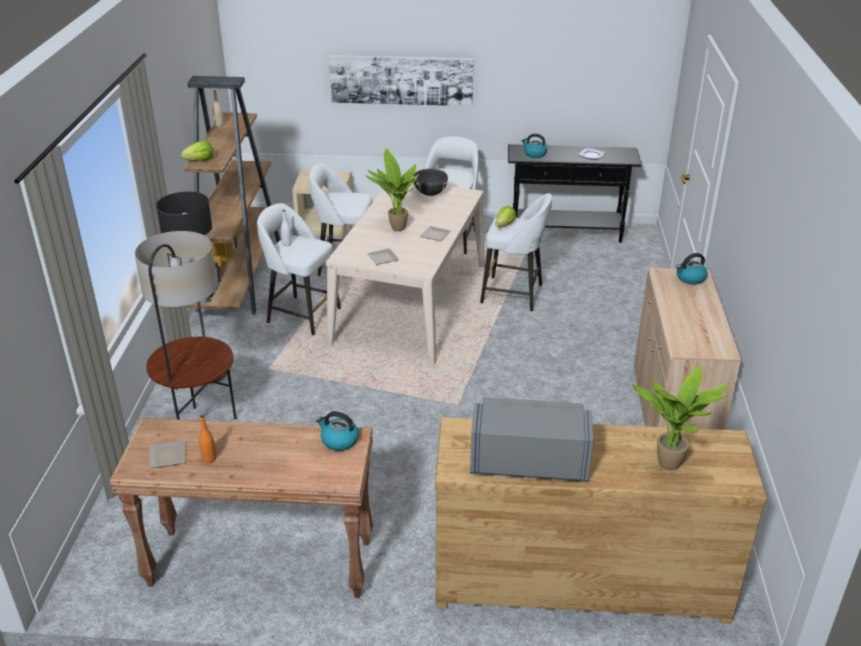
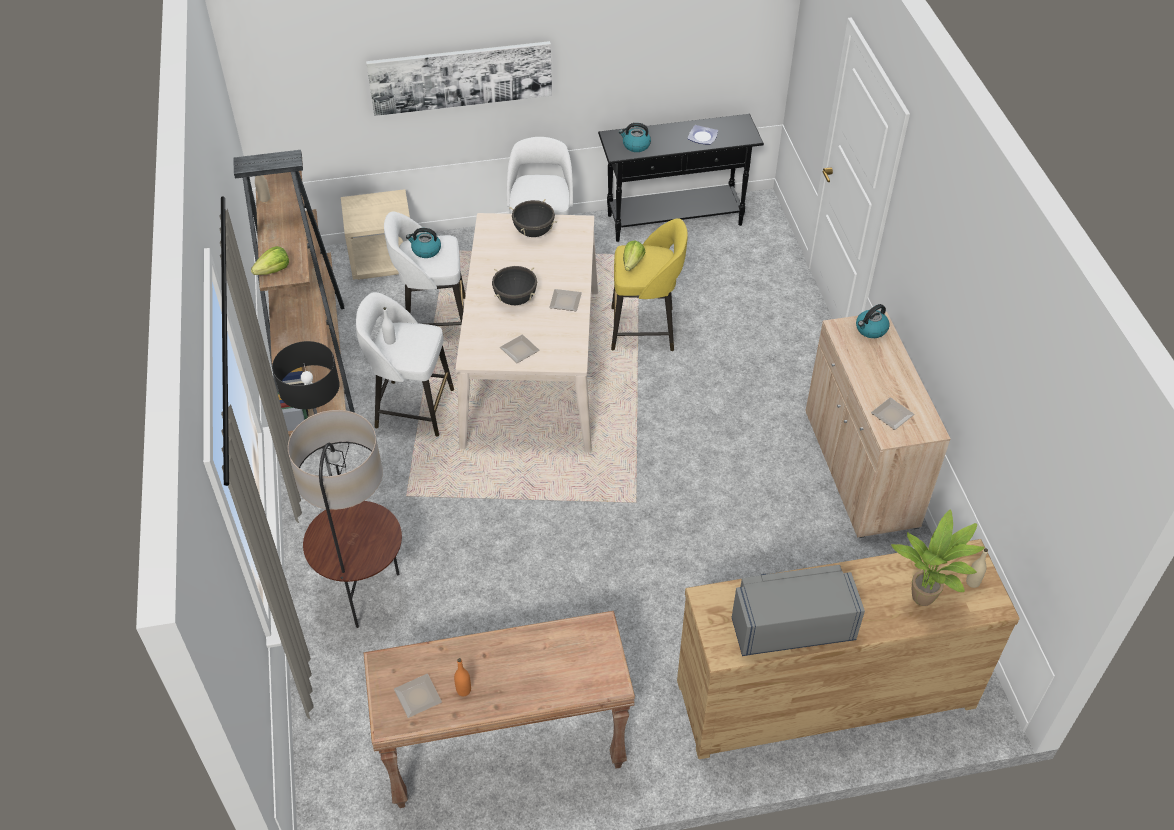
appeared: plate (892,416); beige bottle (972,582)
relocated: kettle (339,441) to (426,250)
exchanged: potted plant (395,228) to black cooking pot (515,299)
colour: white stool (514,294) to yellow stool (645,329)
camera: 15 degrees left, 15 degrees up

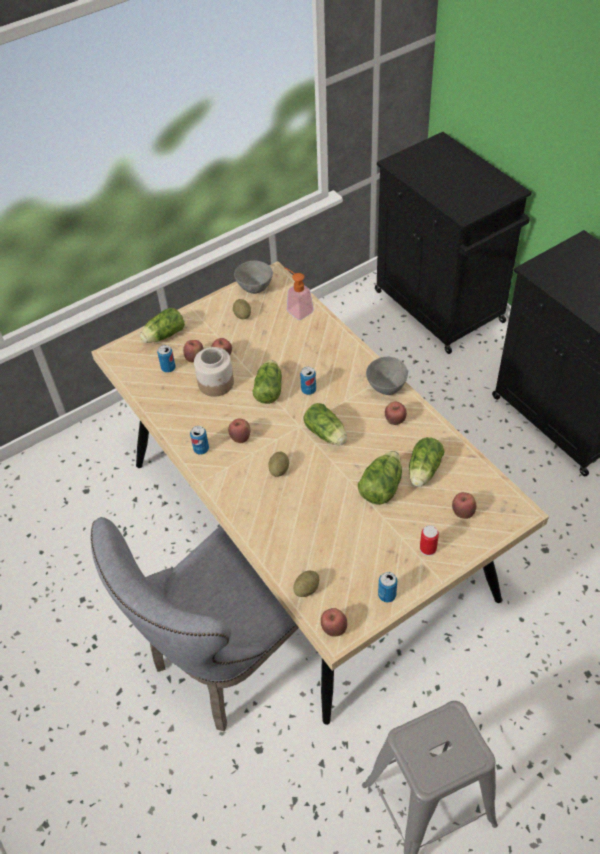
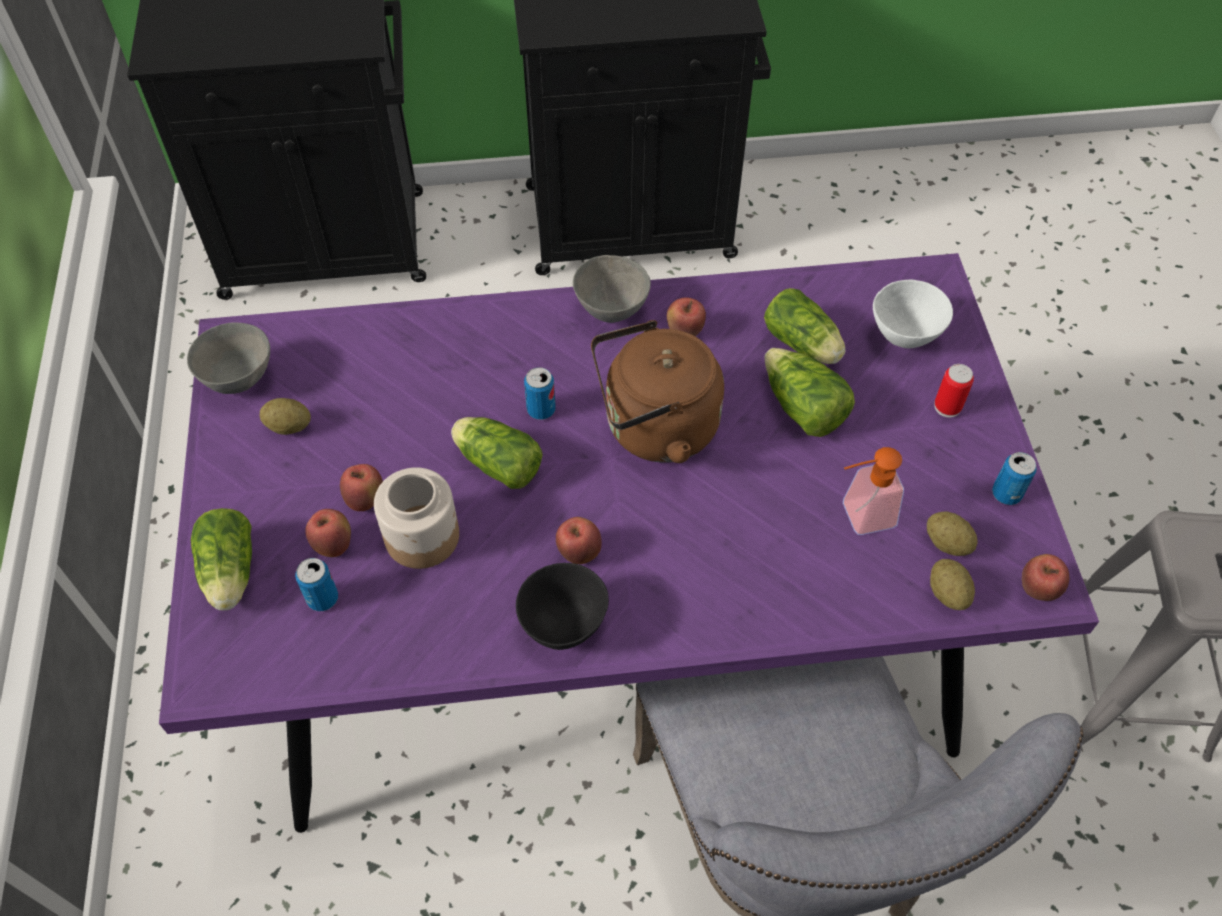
relocated: potato (279,470) to (947,543); soap dispenser (297,309) to (859,517)
exchanged: can (201,449) to black bowl (563,625); lettuce (327,434) to brown kettle (654,428); apple (463,512) to white bowl (904,337)
colour: beige dining table (308,529) to purple dining table (613,616)
camera: 65 degrees left, 5 degrees up

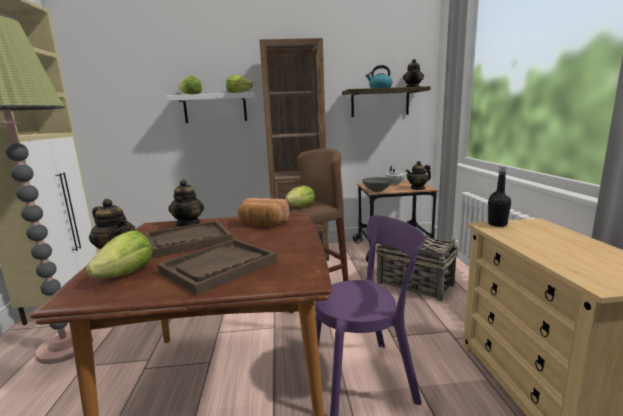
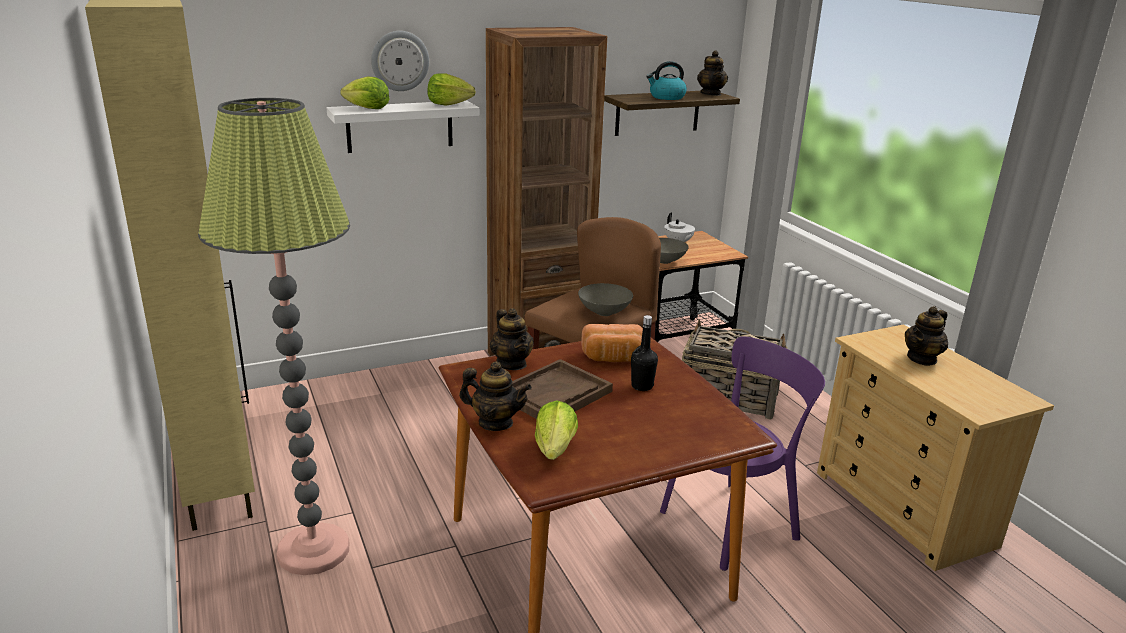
missing: brown tray (219,267)
appeared: wall clock (400,61)
relocated: teapot (418,188) to (922,359); black bottle (497,224) to (642,386)
exchanged: lettuce (300,207) to grey bowl (605,312)
camera: 20 degrees left, 10 degrees up

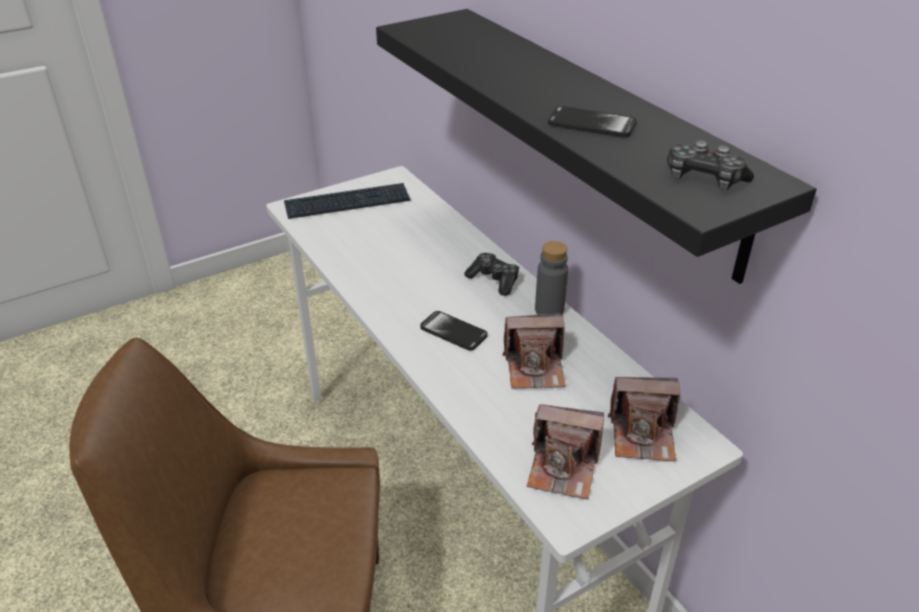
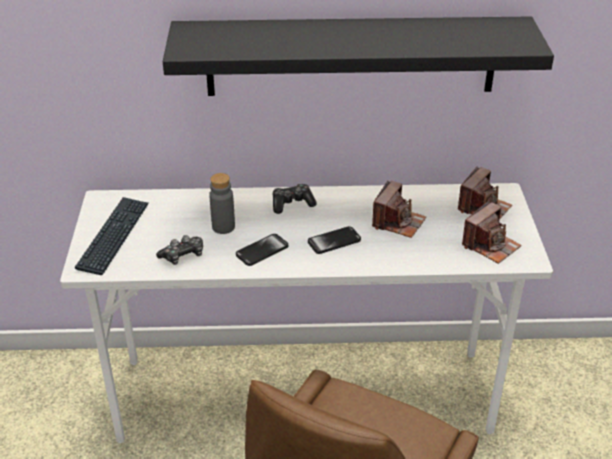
relocated: grey bottle (549,310) to (223,227); phone (591,124) to (262,251); game controller (703,179) to (183,256)
camera: 60 degrees left, 0 degrees up

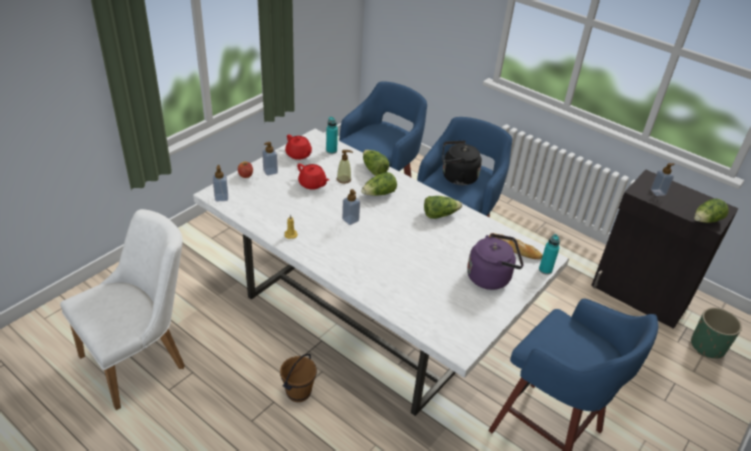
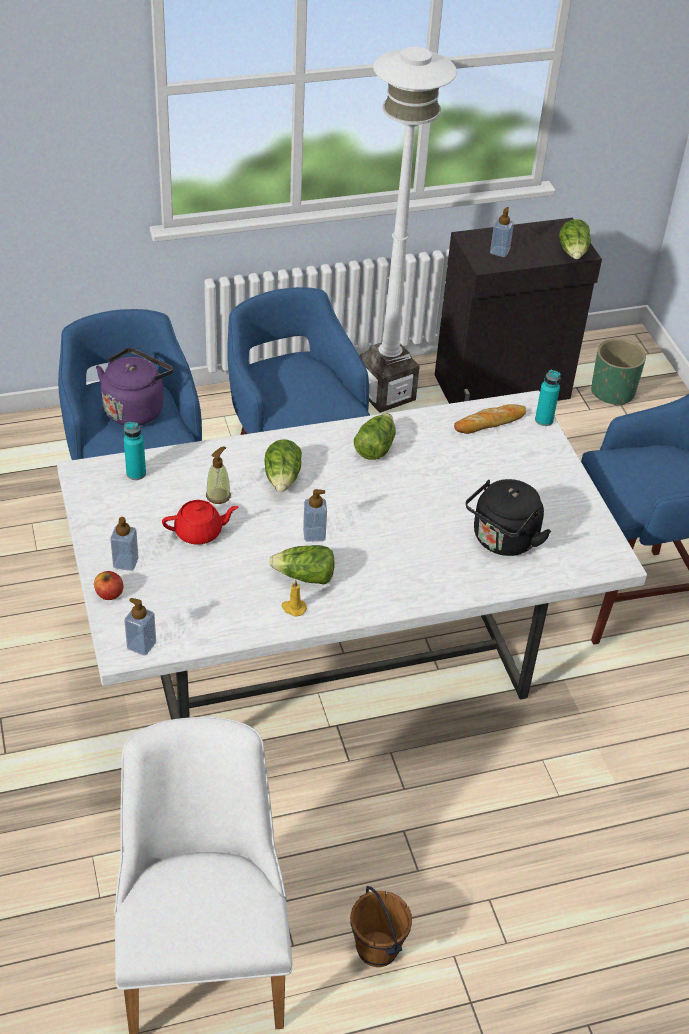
missing: red teapot (298,155)
appeared: white floor lamp (386,393)
relocated: brown bucket (298,392) to (376,949); lettuce (374,169) to (305,577); black kettle (457,177) to (502,541); purple kettle (491,277) to (135,408)
camera: 55 degrees left, 5 degrees up

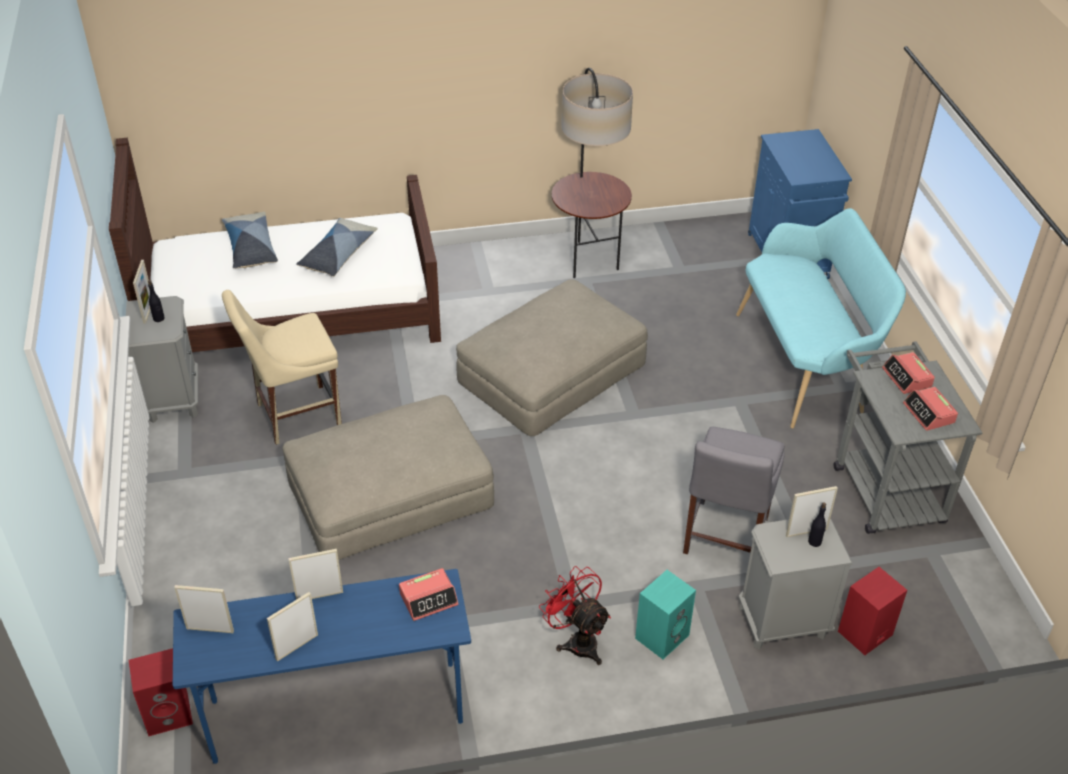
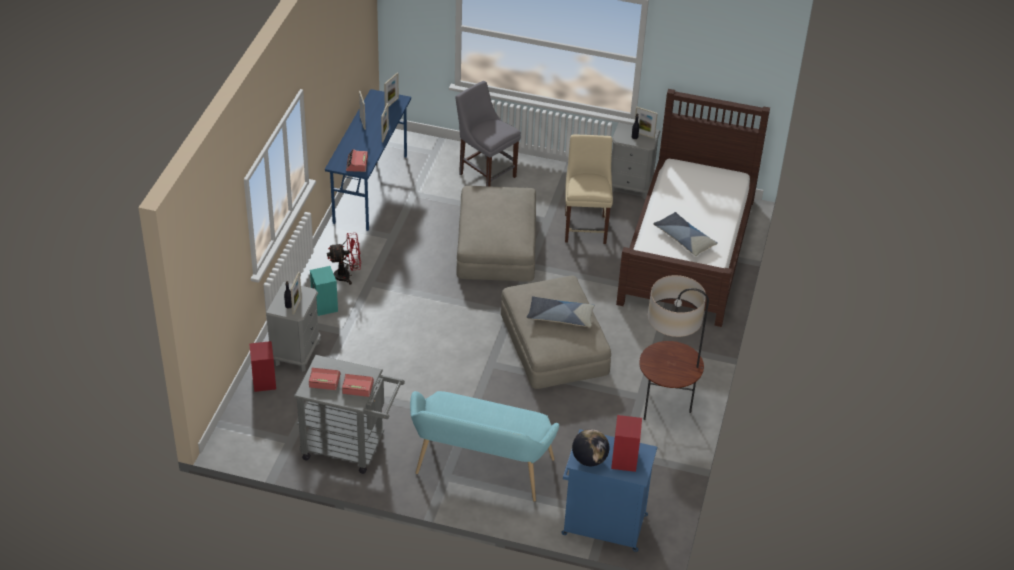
appeared: globe (589,459)
relocated: red speaker (169,713) to (625,460); pillow (250,248) to (560,317); grey chair (723,538) to (485,174)
camera: 115 degrees right, 0 degrees up

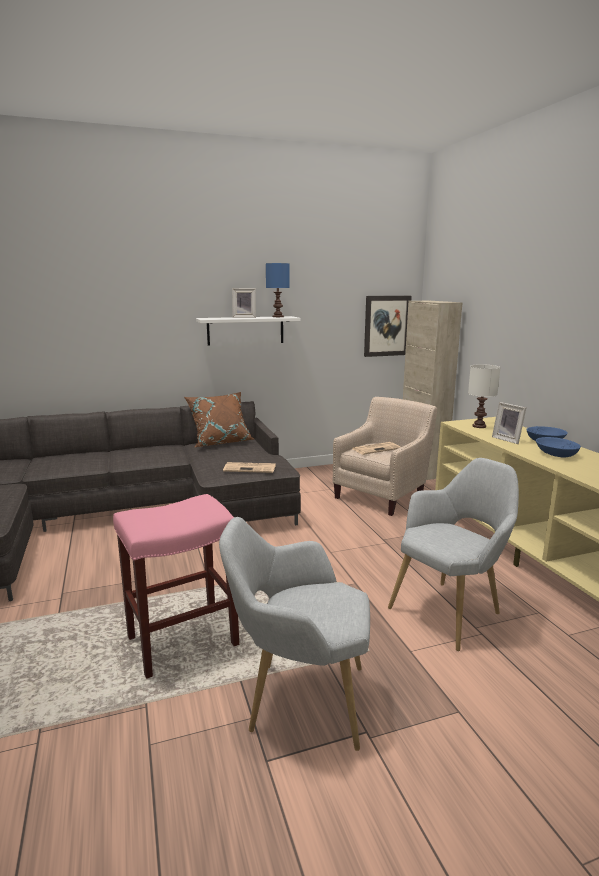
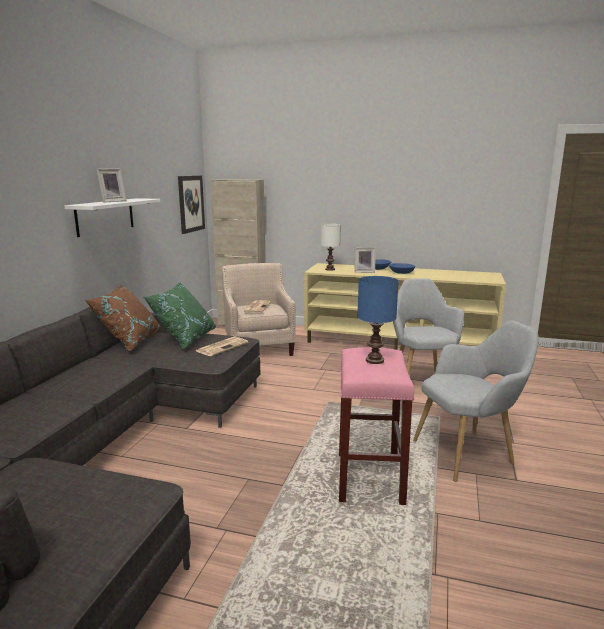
appeared: green pillow (185,339)
relocated: blue table lamp (277,317) to (375,361)
spun: grey armchair (299,700) = (469,453) 150 degrees counterclockwise
camera: 55 degrees left, 0 degrees up

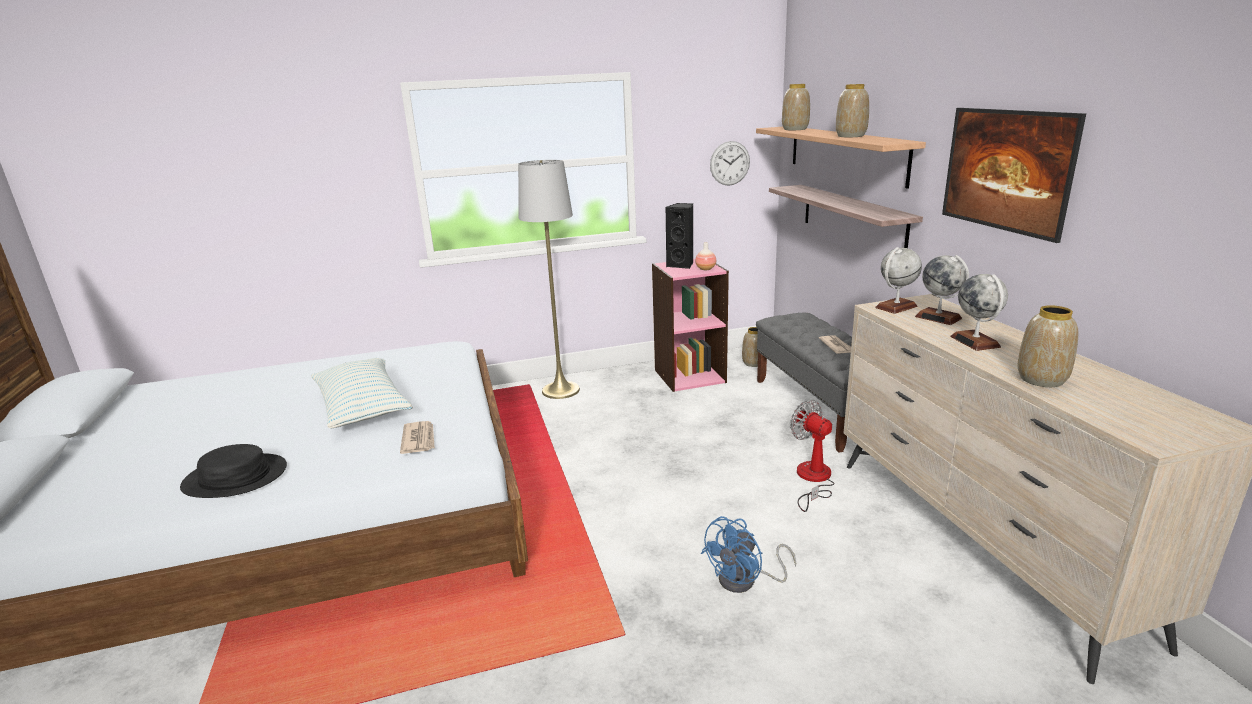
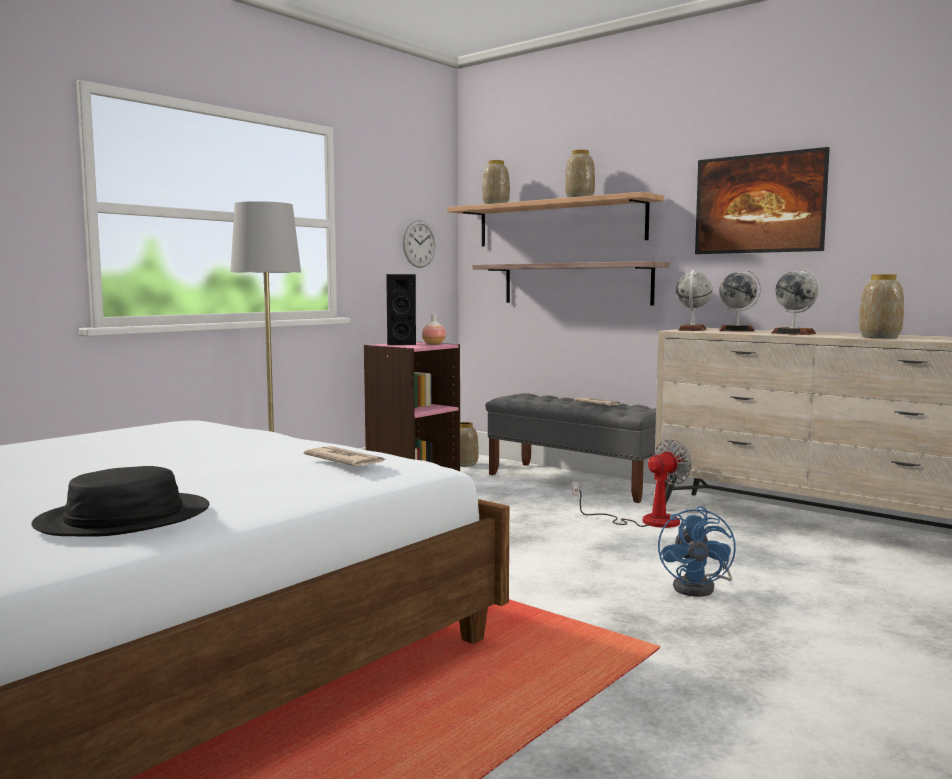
missing: pillow (362,408)
spun: fan (813,479) = (646,521) 120 degrees clockwise
camera: 35 degrees left, 15 degrees down

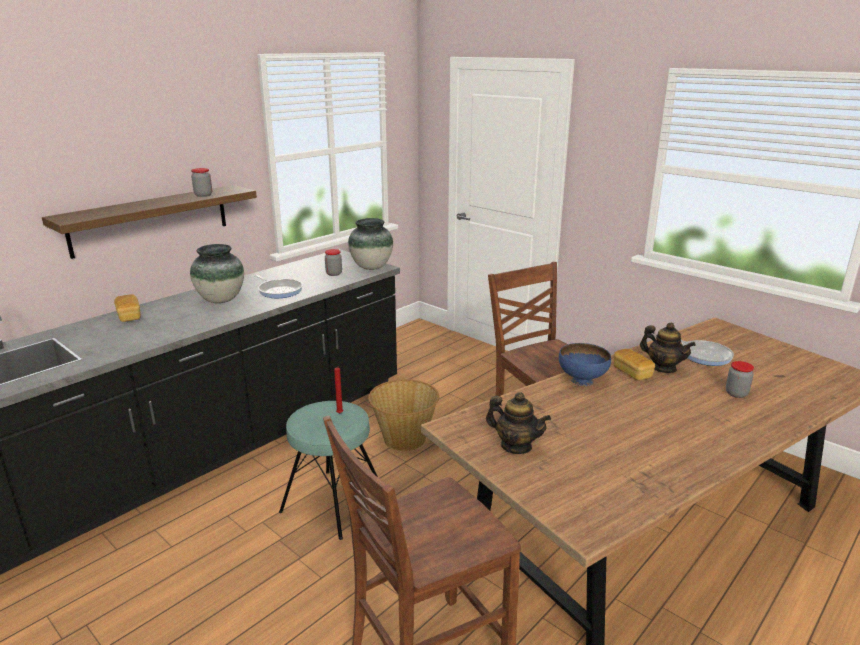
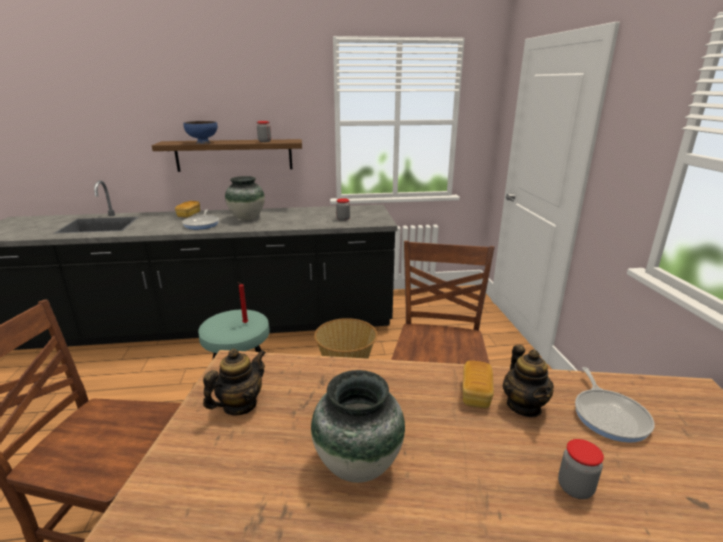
relocated: frying pan (279,291) to (202,224); vase (371,267) to (357,464); blue bowl (581,381) to (202,142)
spun: teapot (516,446) = (239,405) 120 degrees counterclockwise
camera: 40 degrees right, 0 degrees up

